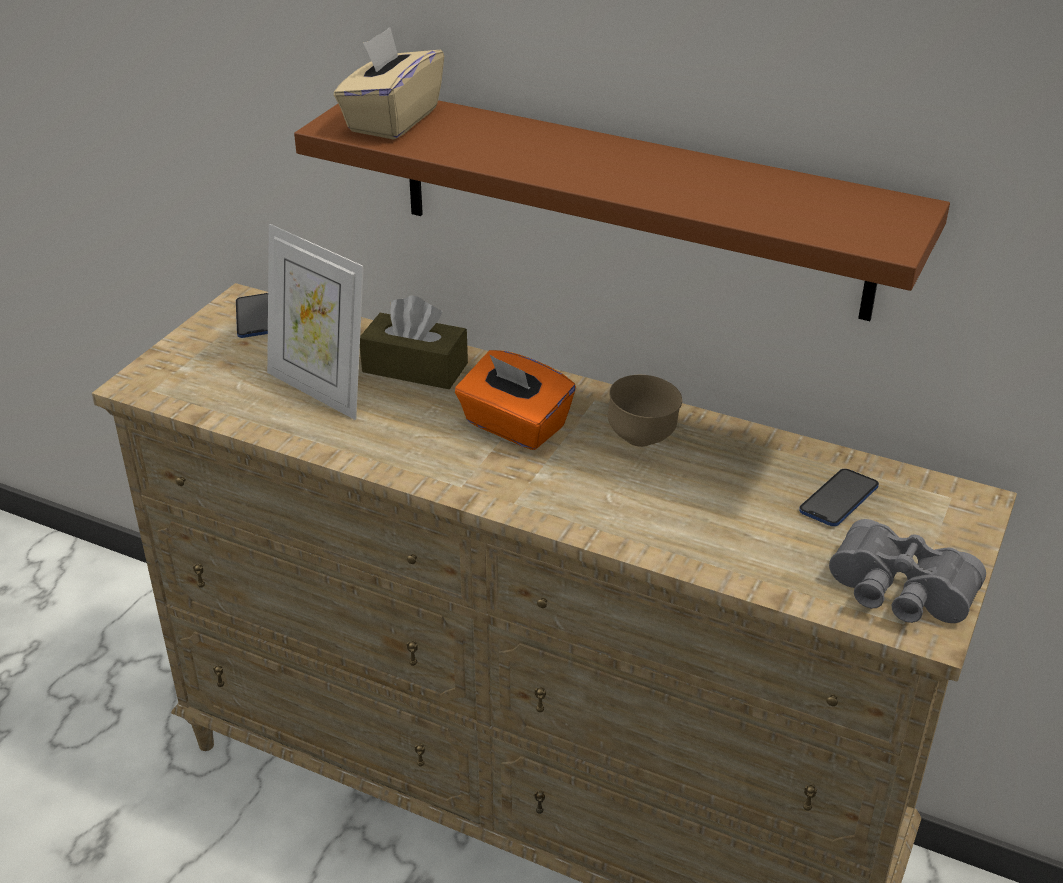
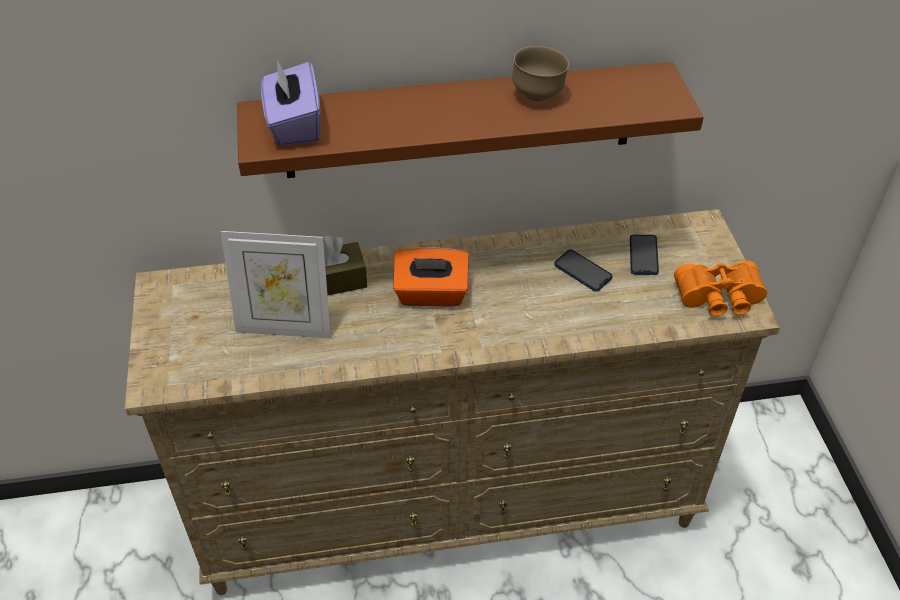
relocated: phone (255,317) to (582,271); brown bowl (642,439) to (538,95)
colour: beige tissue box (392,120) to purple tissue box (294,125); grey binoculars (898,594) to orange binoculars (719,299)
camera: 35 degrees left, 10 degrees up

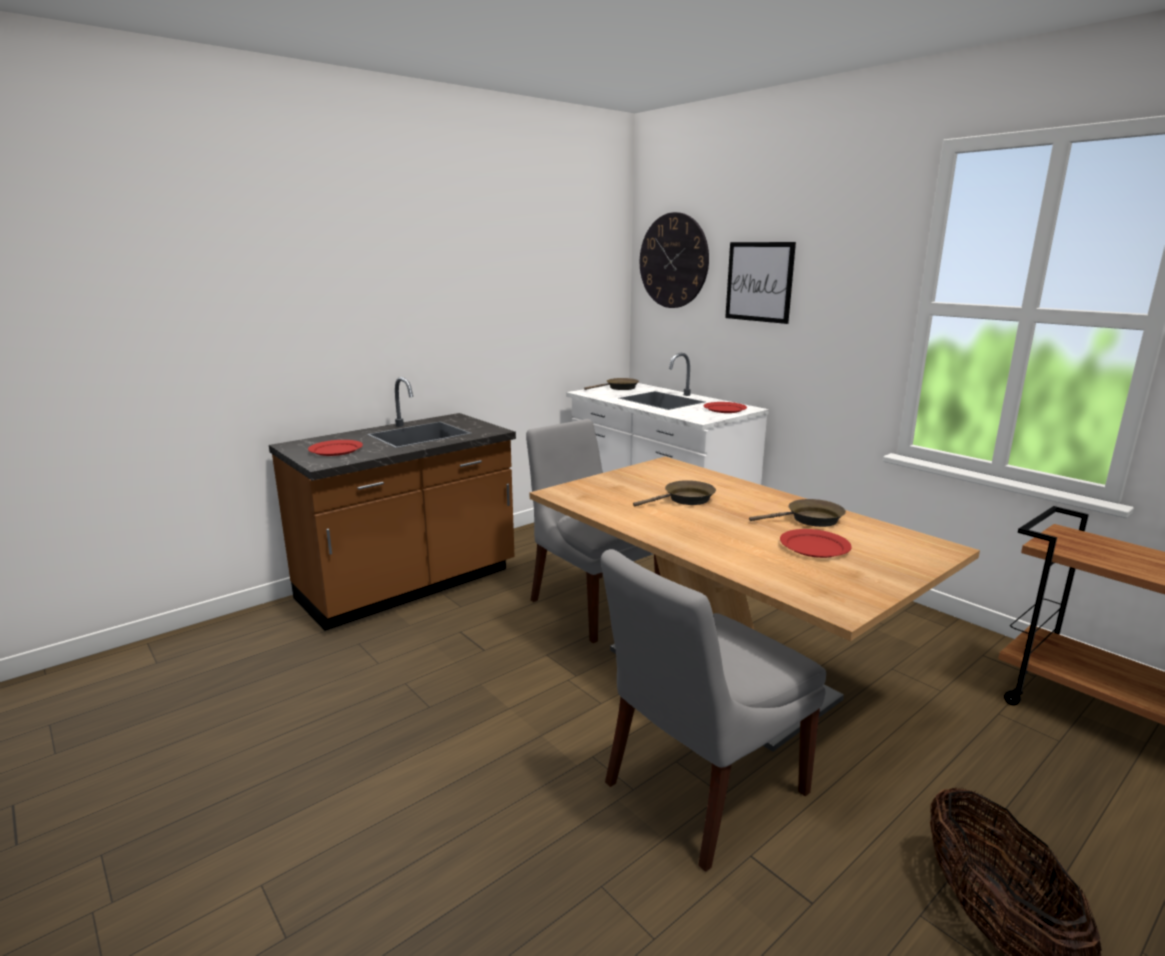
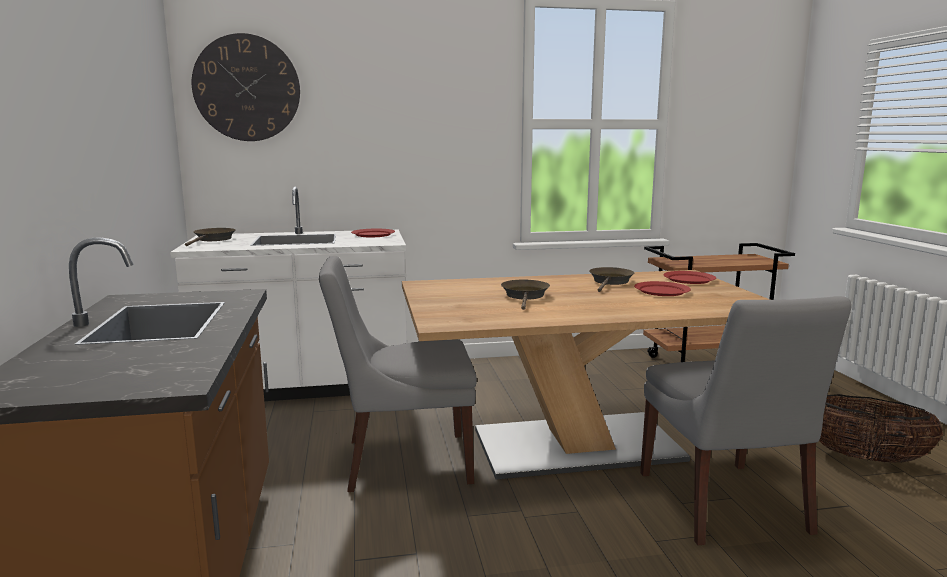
missing: picture (759,282)
relocated: red plate (336,450) to (688,279)
camera: 60 degrees left, 5 degrees down

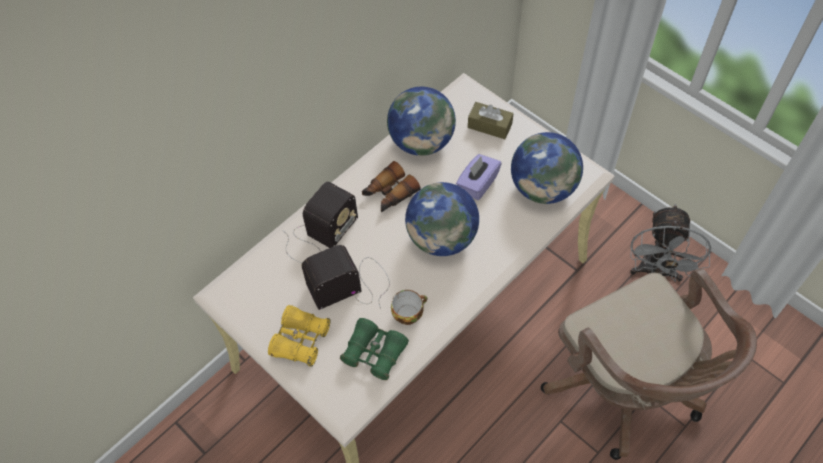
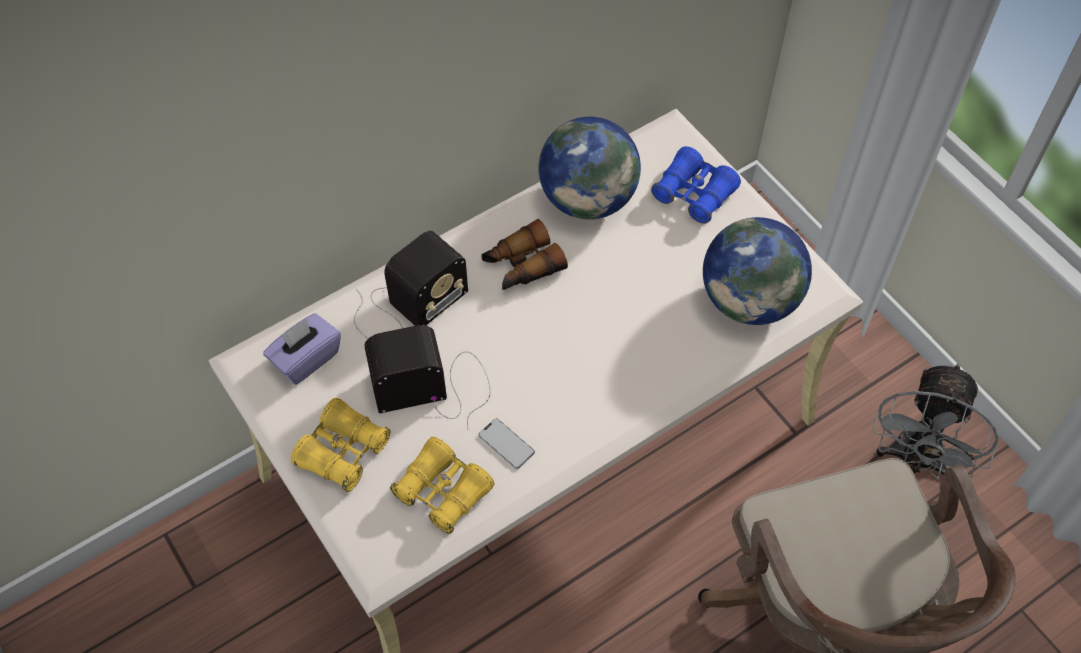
missing: globe (442,238)
relocated: purple tissue box (477,184) to (306,359)
exchanged: cup (408,313) to phone (506,444); brown tissue box (489,126) to blue binoculars (694,193)
colour: green binoculars (374,353) to yellow binoculars (443,491)
camera: 10 degrees right, 0 degrees up

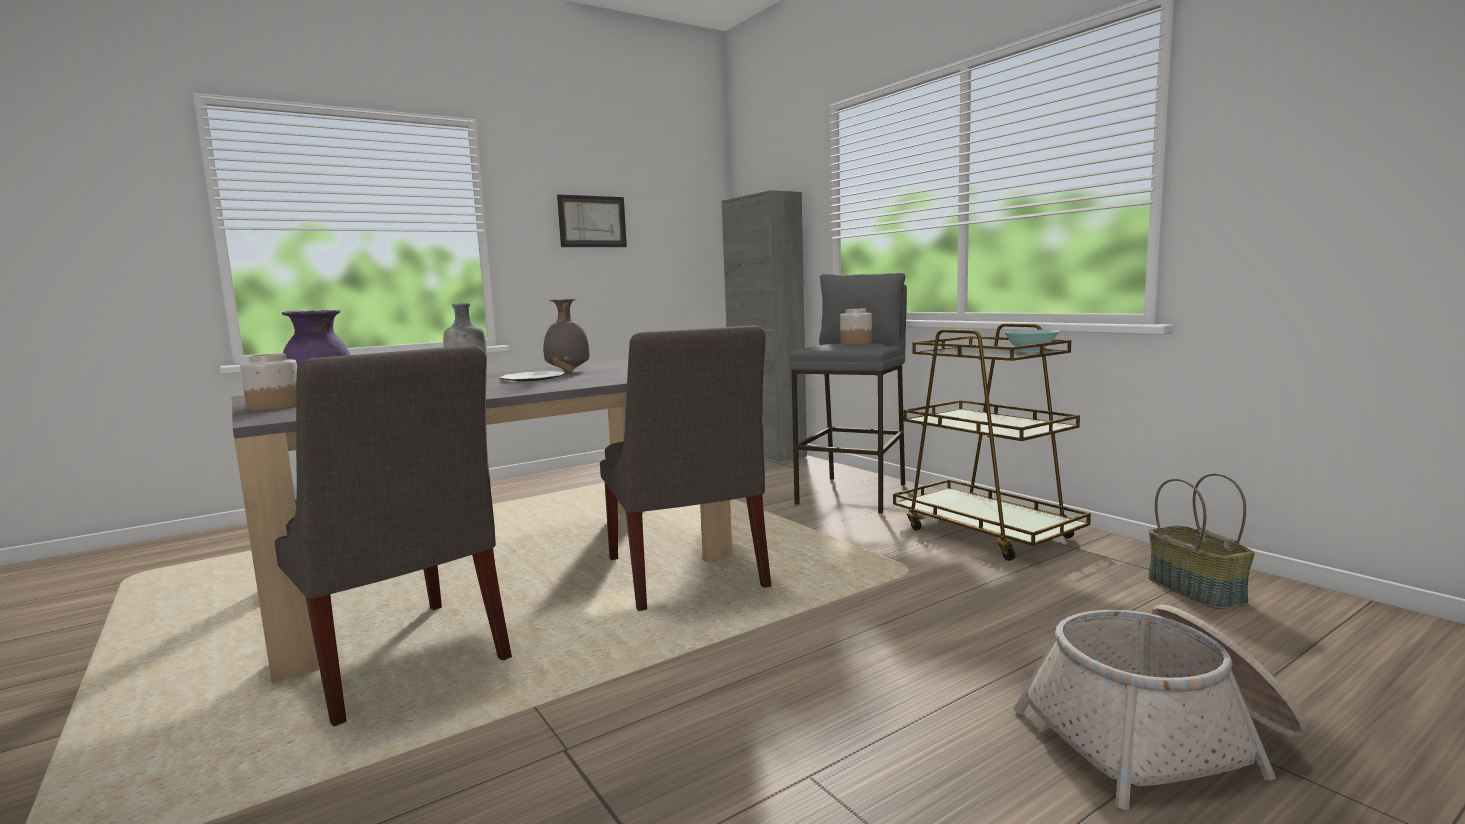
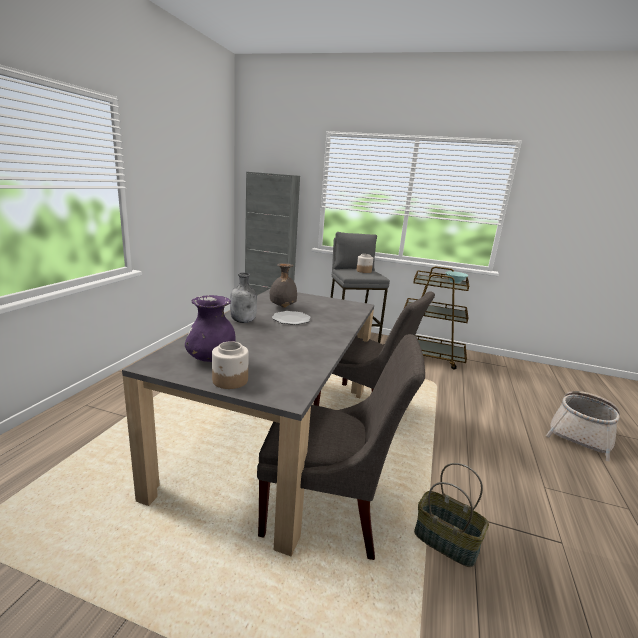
missing: picture (592,221)
relocated: basket (1197,590) to (446,541)
camera: 40 degrees left, 10 degrees up

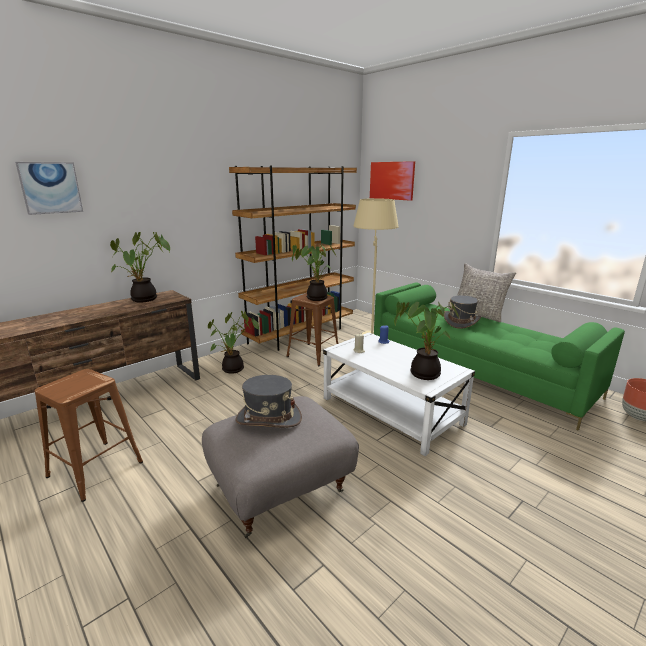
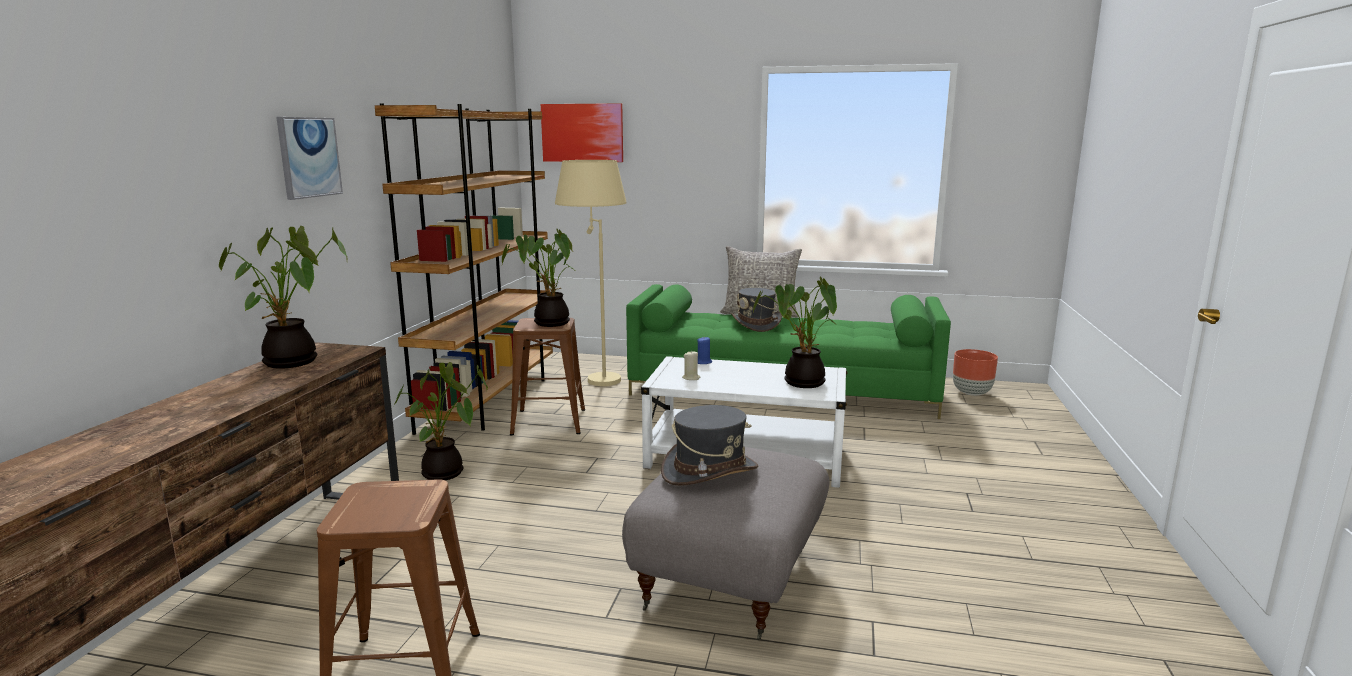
relocated: picture (50,188) to (309,157)
camera: 35 degrees left, 5 degrees down

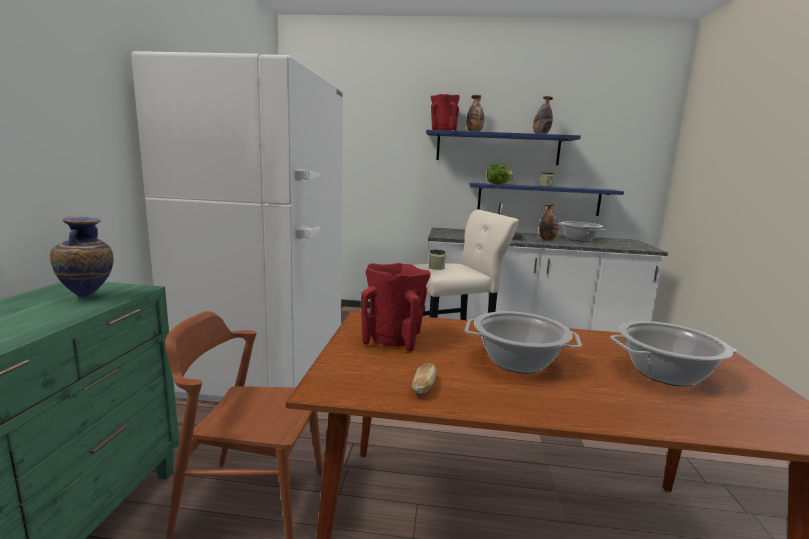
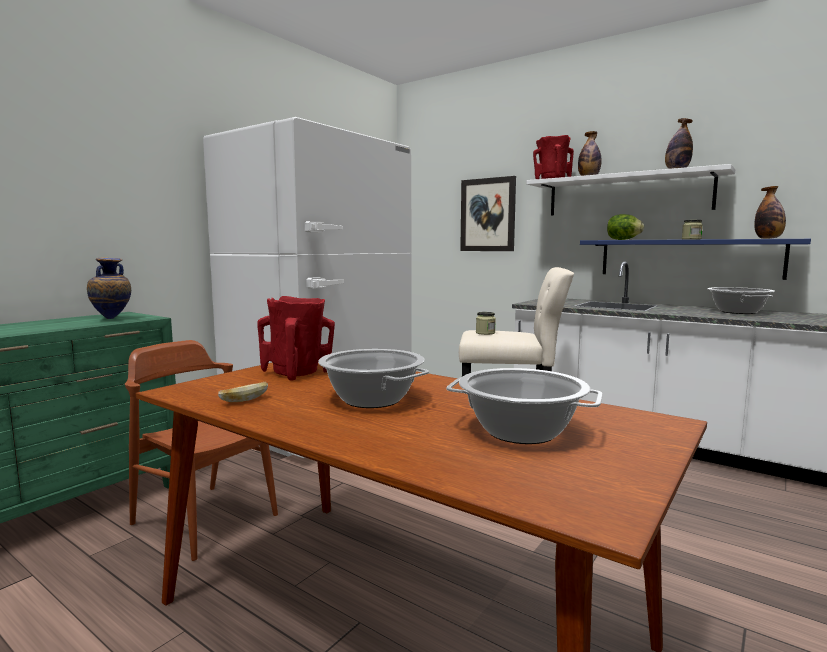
appeared: picture (487,215)
relocated: bottle (547,239) to (768,238)
colour: blue shelf (497,148) to white shelf (627,195)
camera: 30 degrees right, 5 degrees down

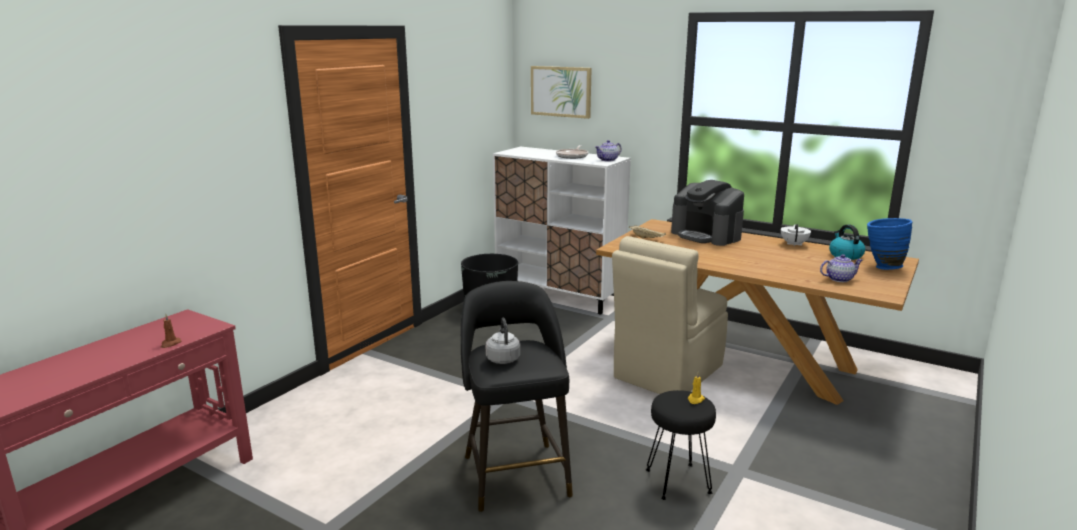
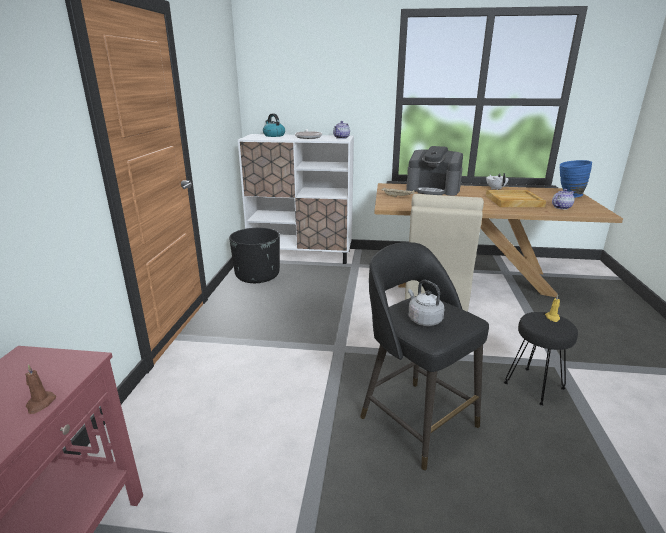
missing: picture (561,91)
appeared: beige tray (513,201)
relocated: kettle (845,255) to (273,135)
camera: 25 degrees left, 5 degrees up

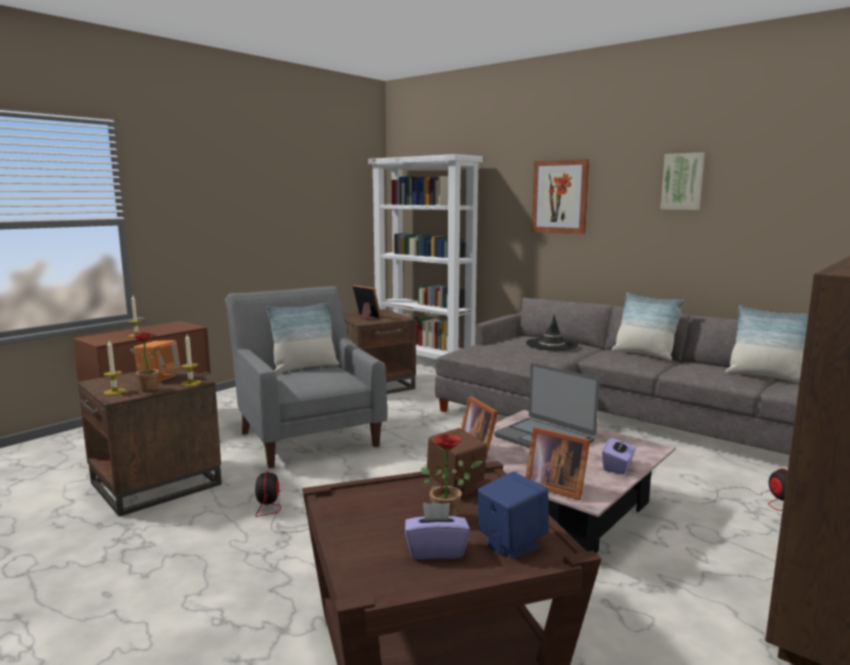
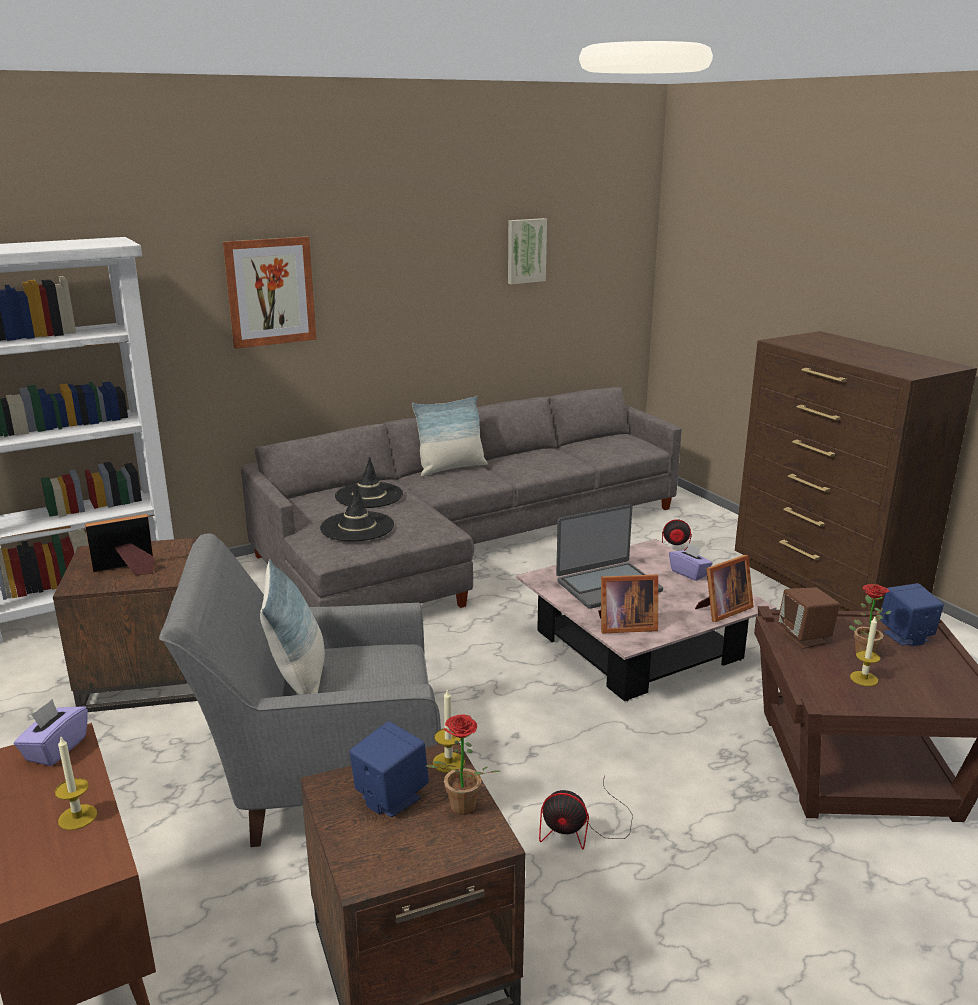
missing: pillow (765,377)
appeared: black hat (357,527)
relocated: candle (114,391) to (864,678); purple tissue box (436,550) to (55,749); picture (682,181) to (525,251)
colour: orange speaker (158,377) to blue speaker (390,798)
camera: 70 degrees left, 10 degrees up

